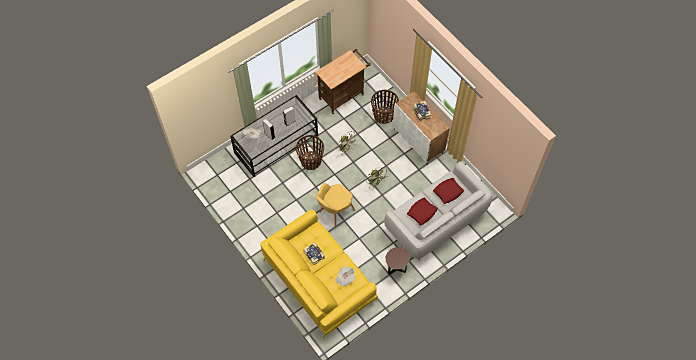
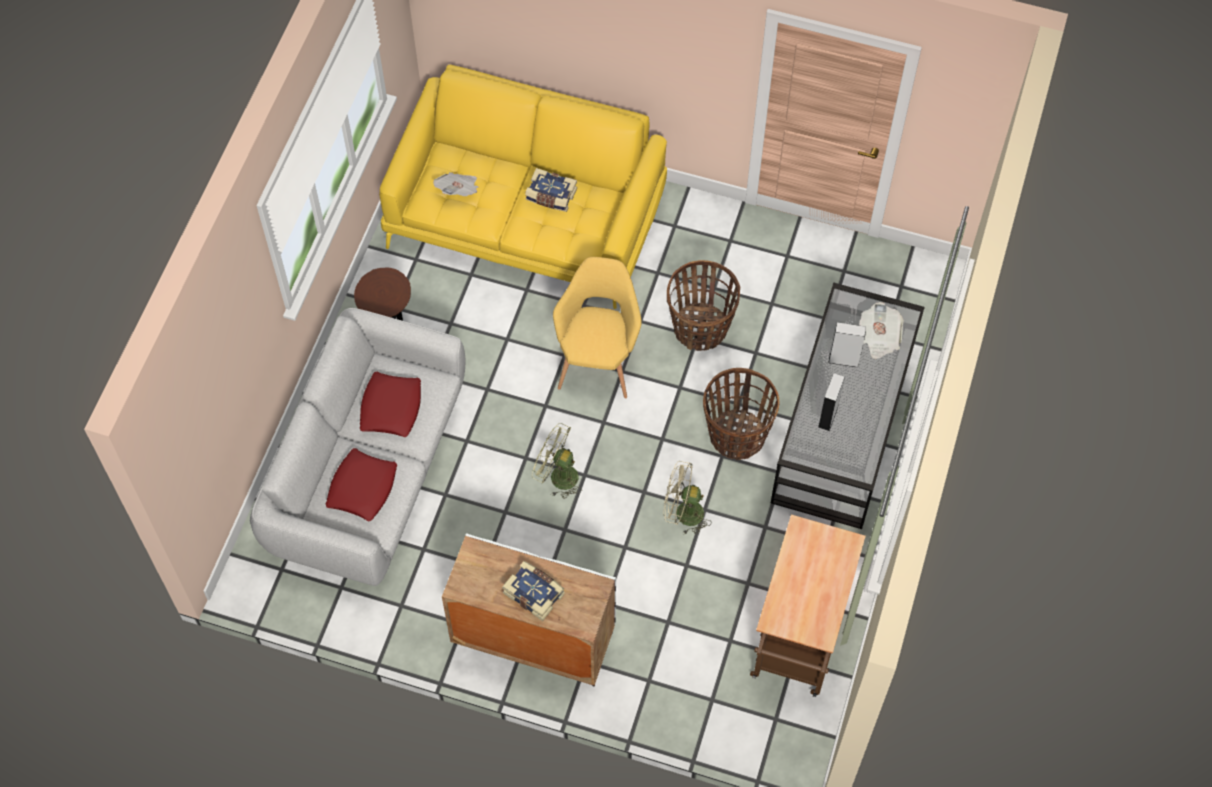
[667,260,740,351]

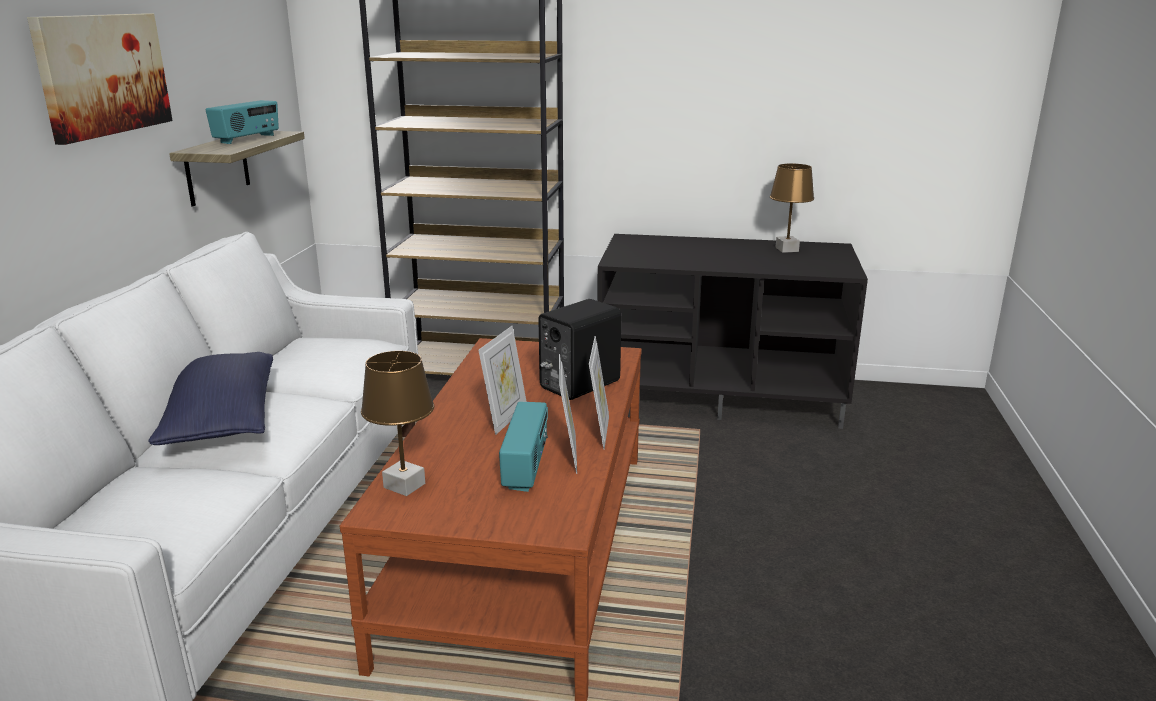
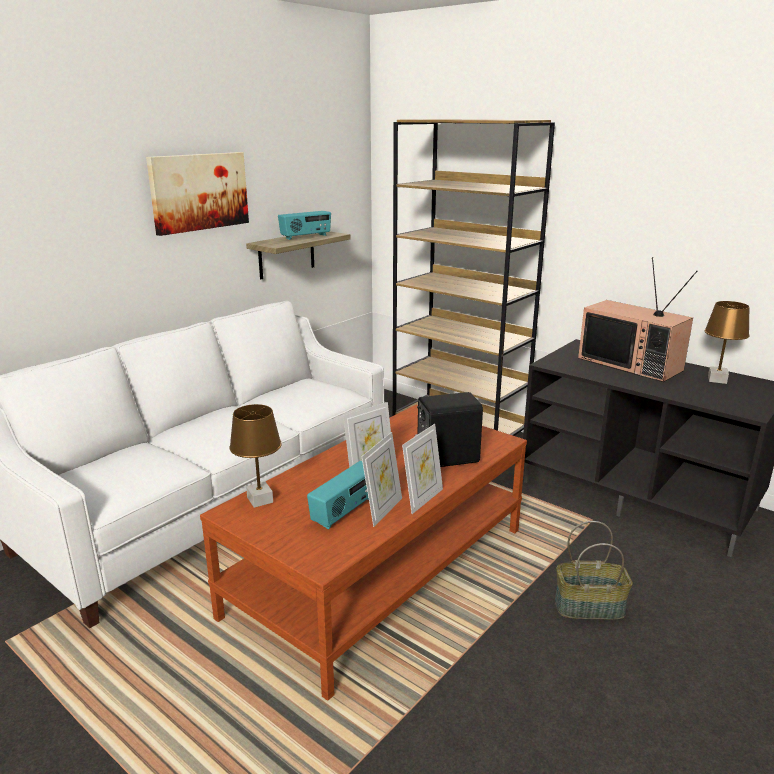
[148,352,273,445] (first image)
[555,521,633,619]
[578,257,698,382]

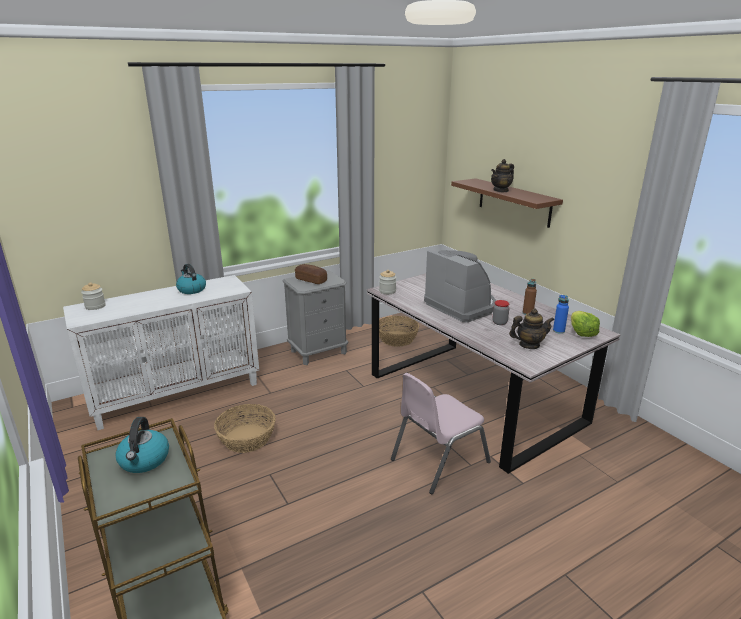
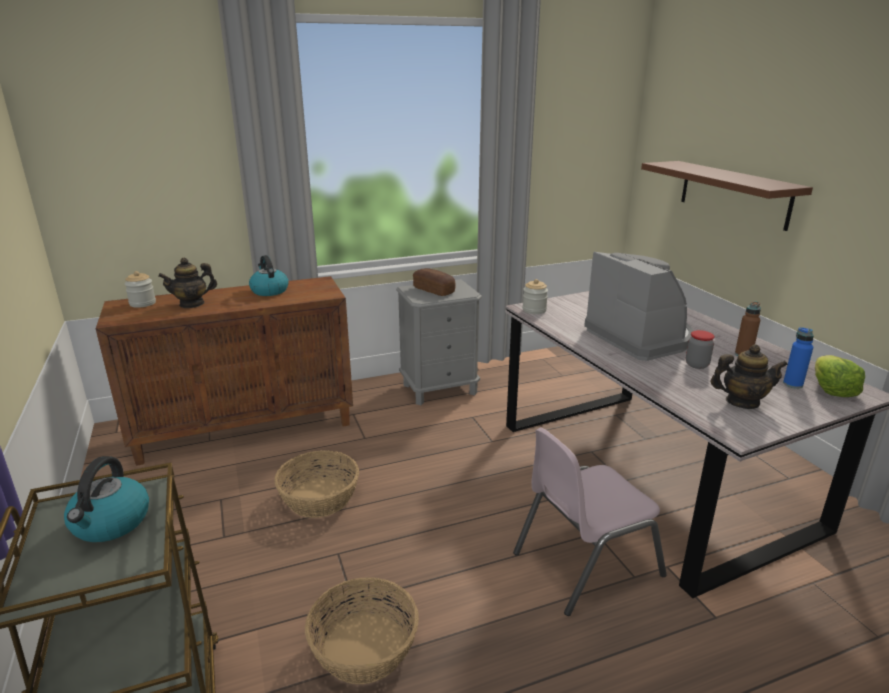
[96,276,353,466]
[305,577,419,684]
[158,257,217,308]

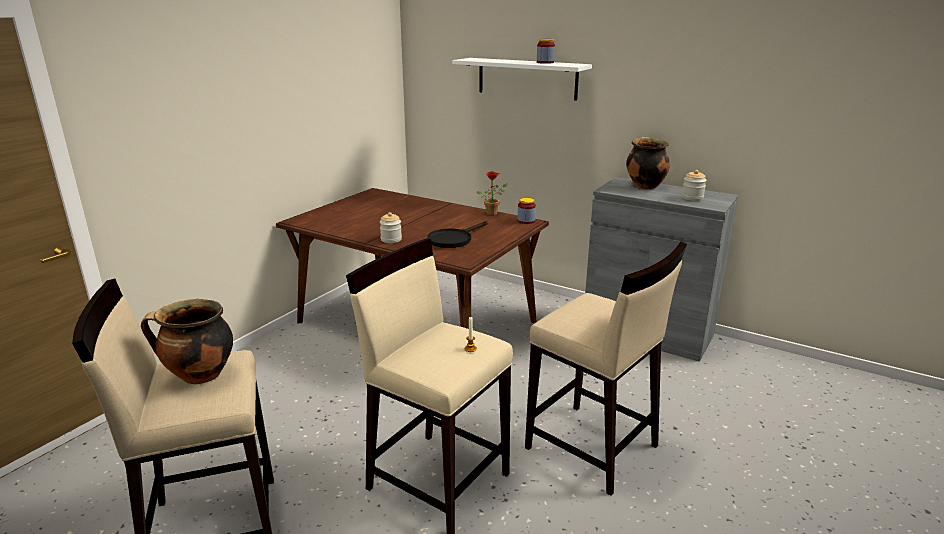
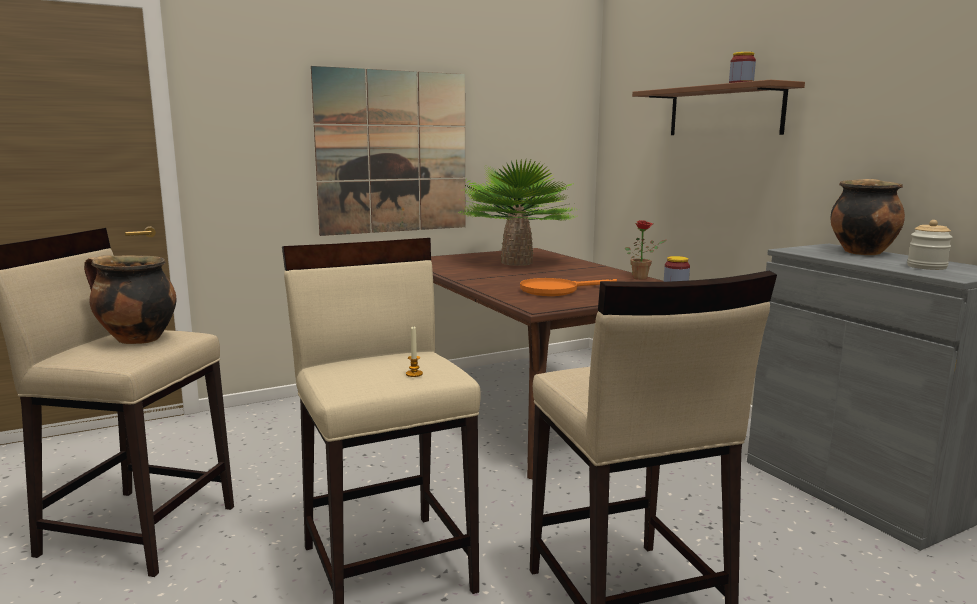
[380,212,402,243] (first image)
[520,278,617,296]
[632,80,805,135]
[311,66,465,236]
[458,160,576,266]

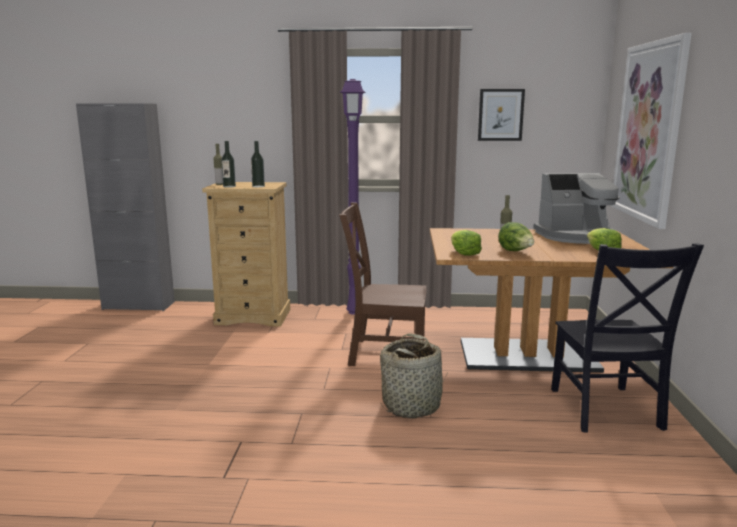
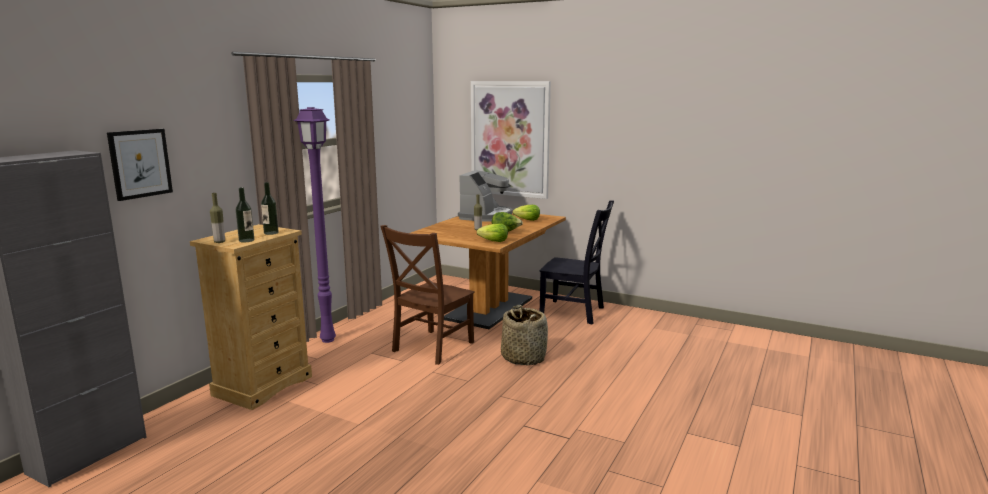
[107,129,173,201]

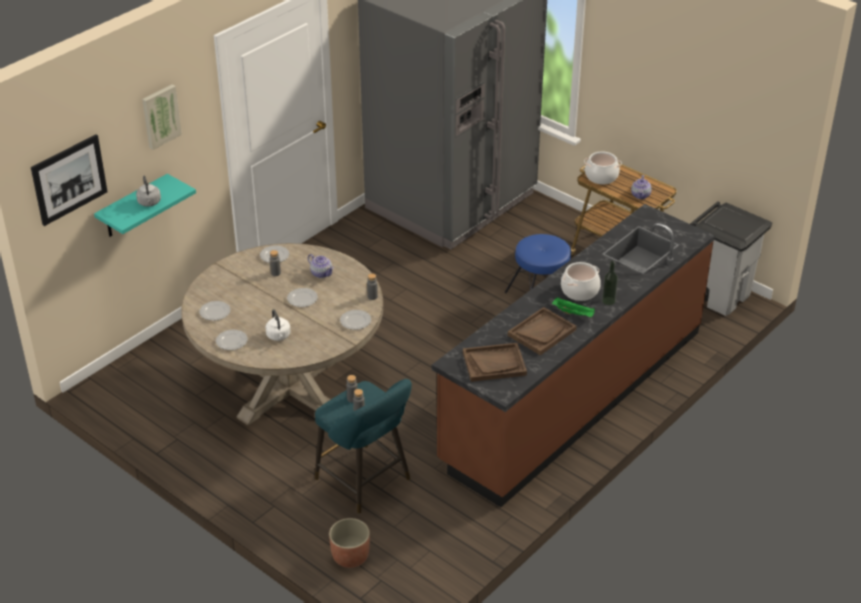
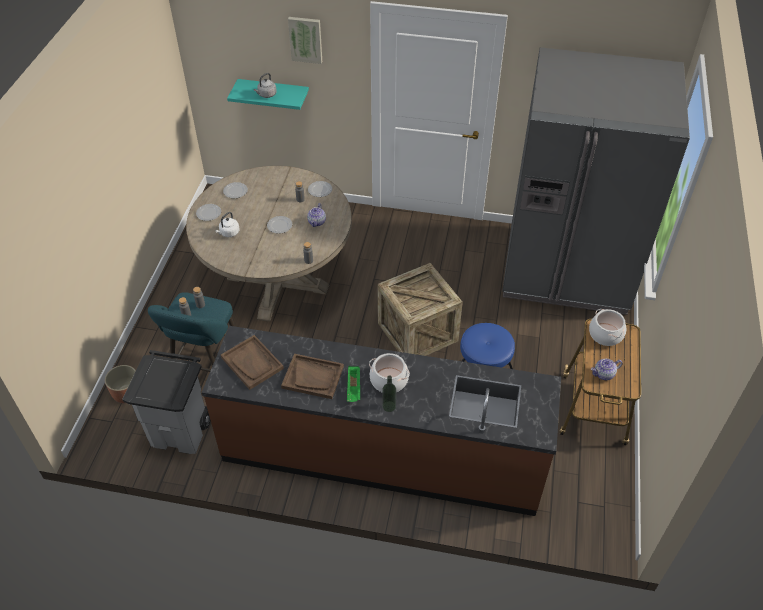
[31,134,108,226] (first image)
[340,310,371,330] (first image)
[122,350,211,454]
[378,263,463,356]

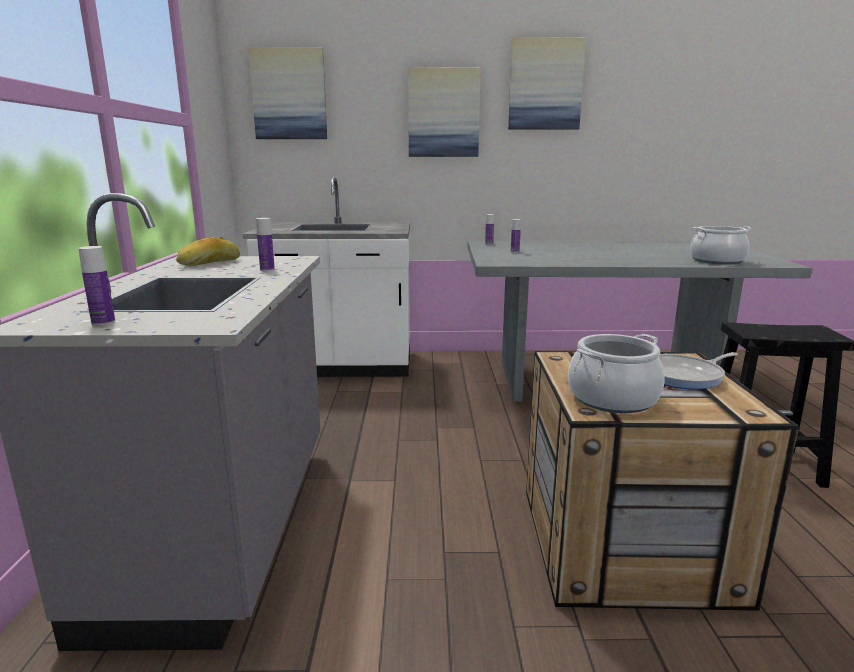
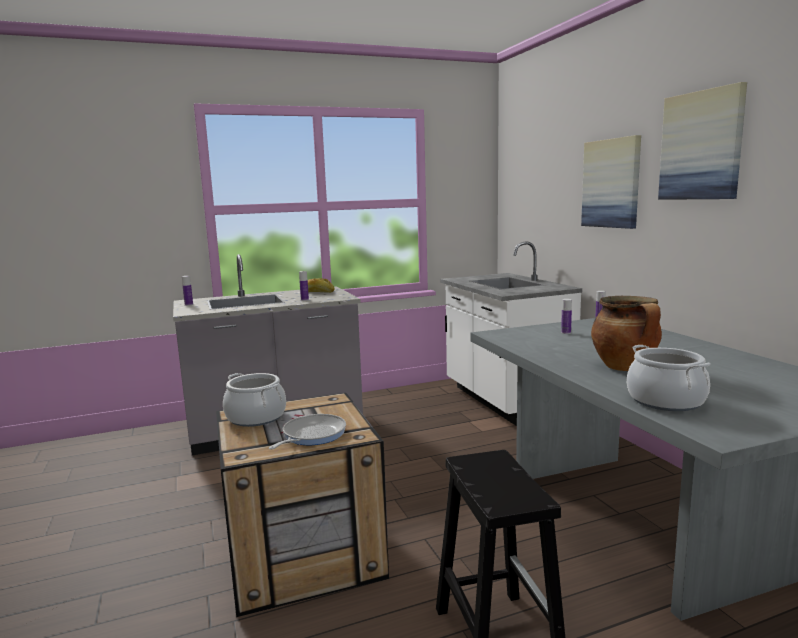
[248,47,327,139] (first image)
[269,414,346,449]
[591,296,662,371]

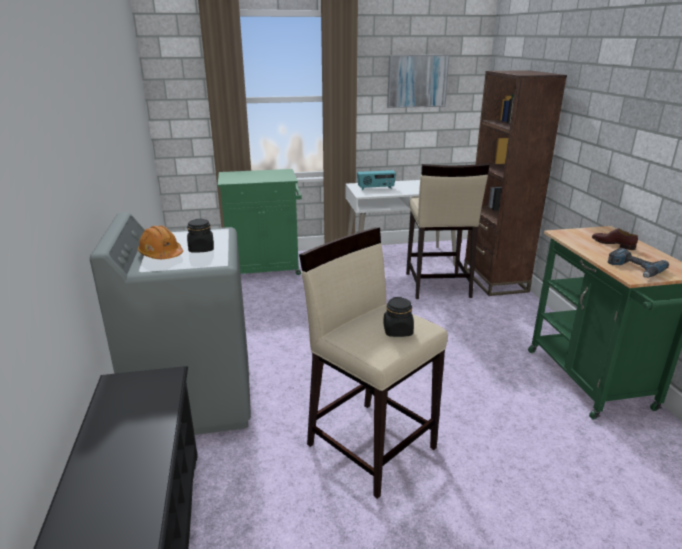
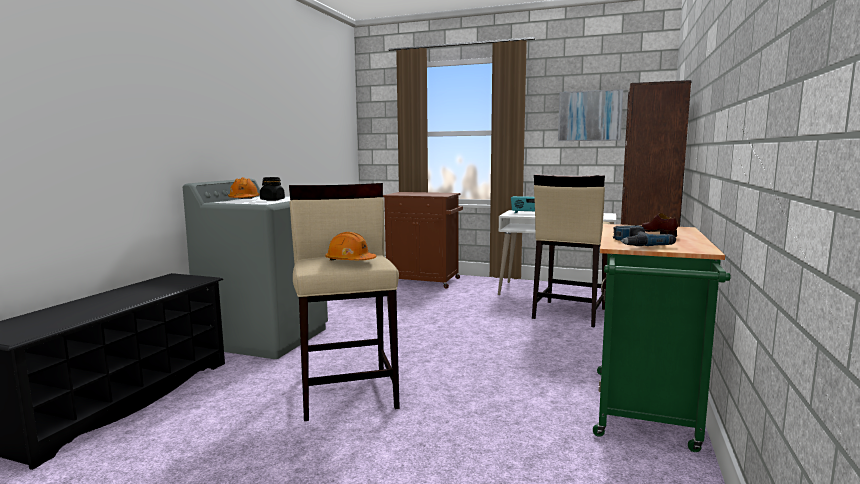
[383,192,463,289]
[325,232,377,260]

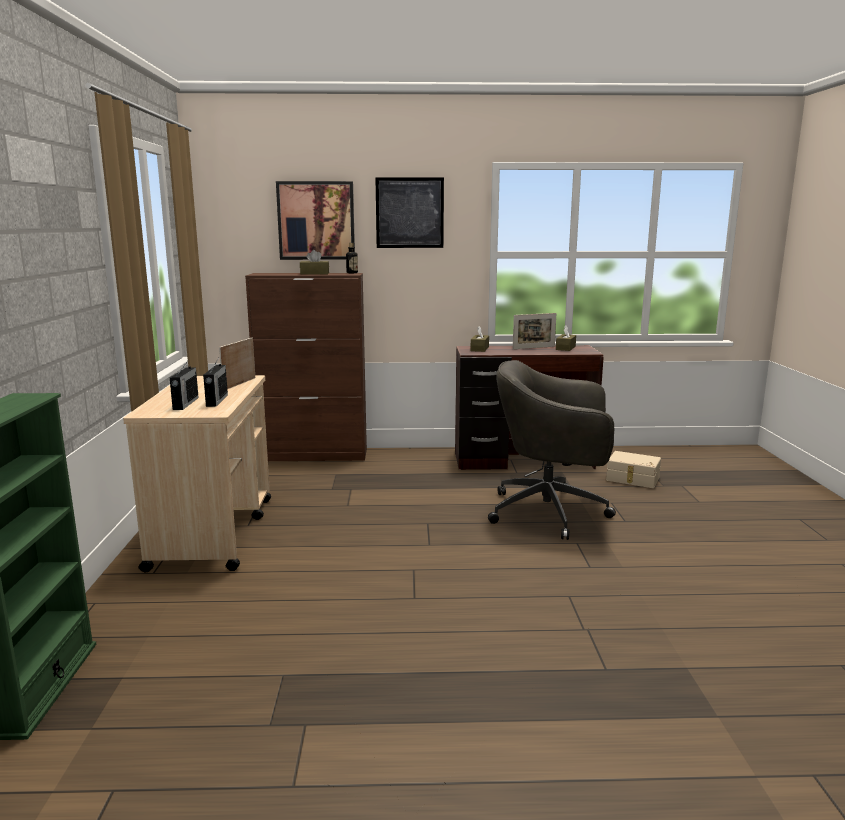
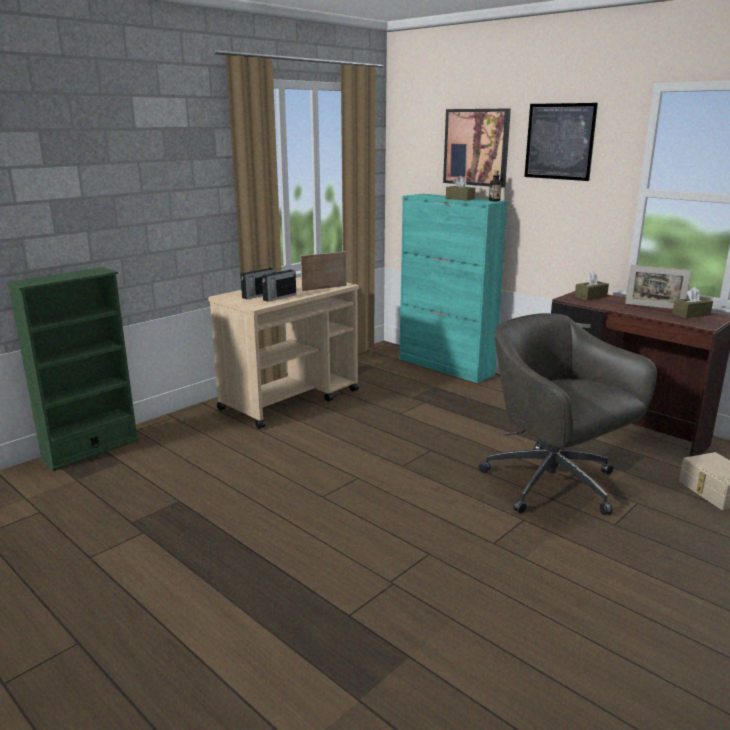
[399,194,508,383]

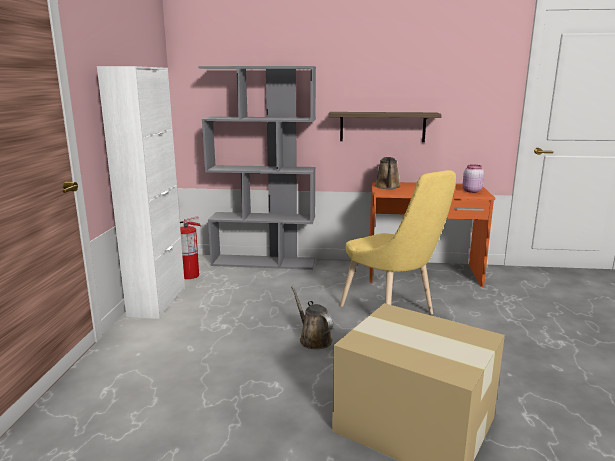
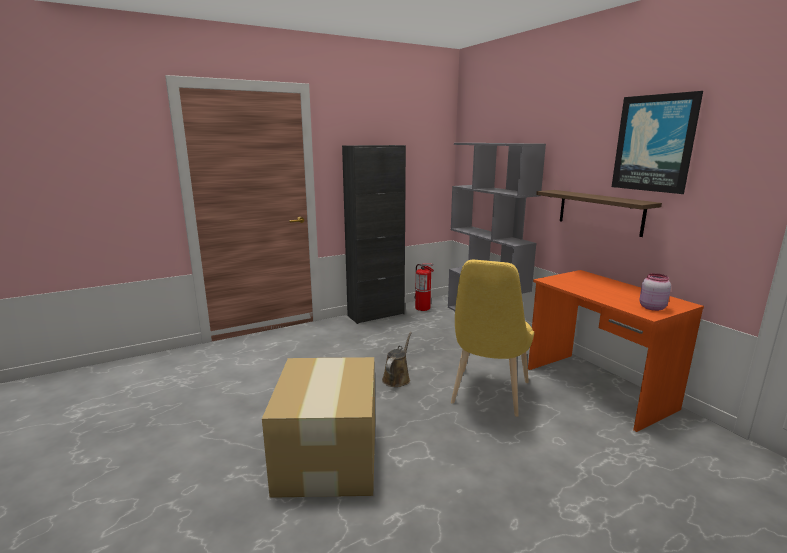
[342,145,406,324]
[375,157,401,189] (first image)
[612,91,703,194]

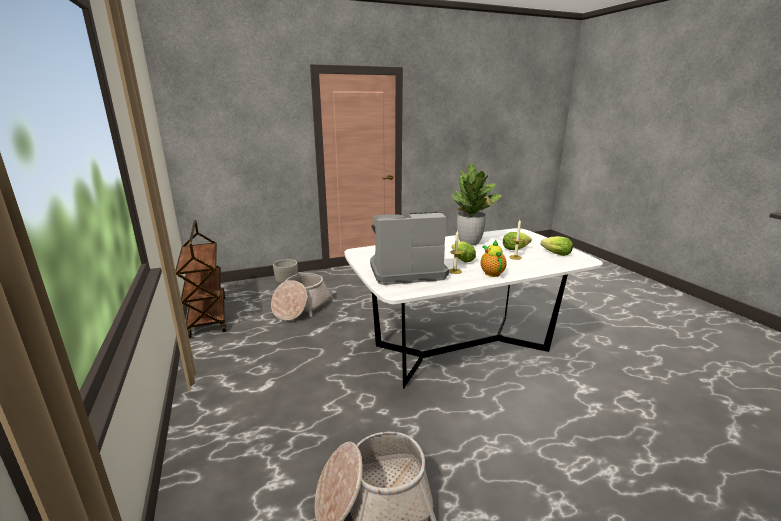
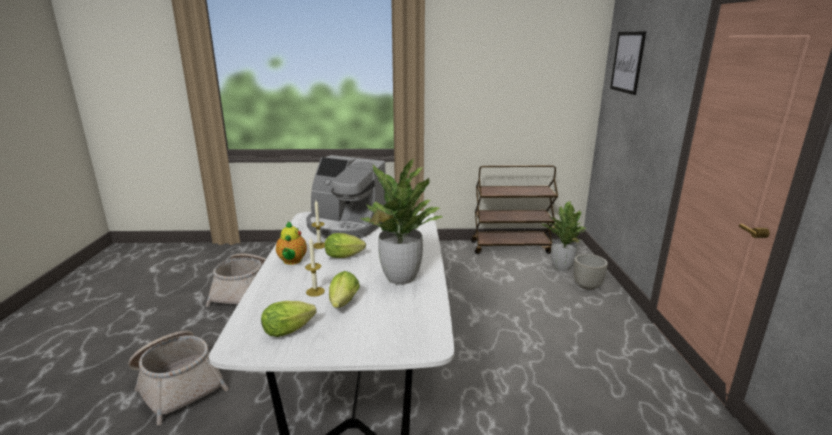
[128,331,229,425]
[306,155,386,238]
[276,221,307,265]
[542,201,586,271]
[610,31,646,95]

